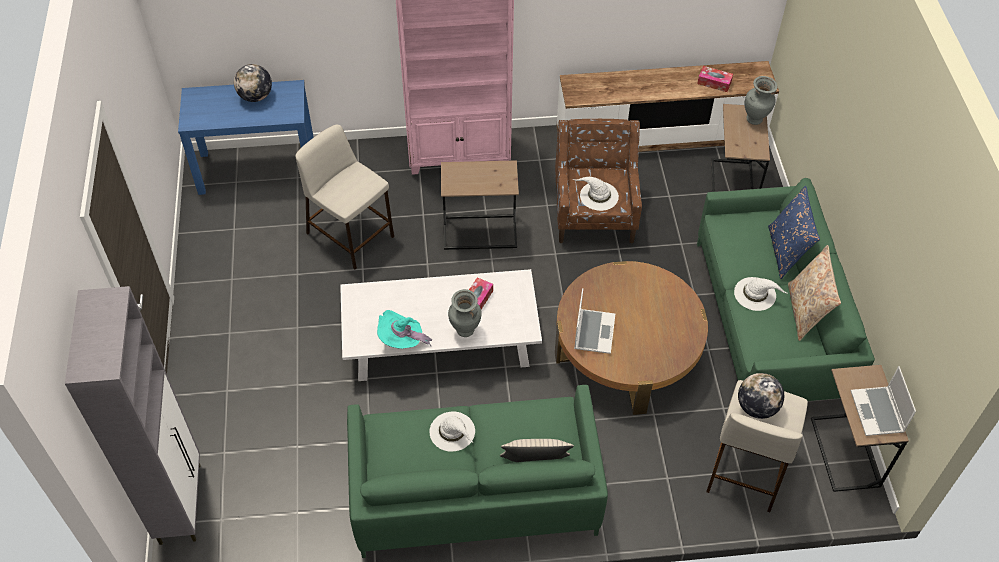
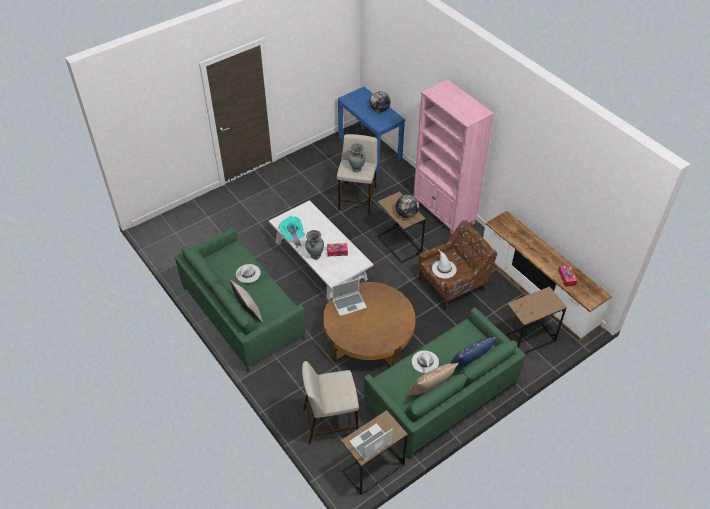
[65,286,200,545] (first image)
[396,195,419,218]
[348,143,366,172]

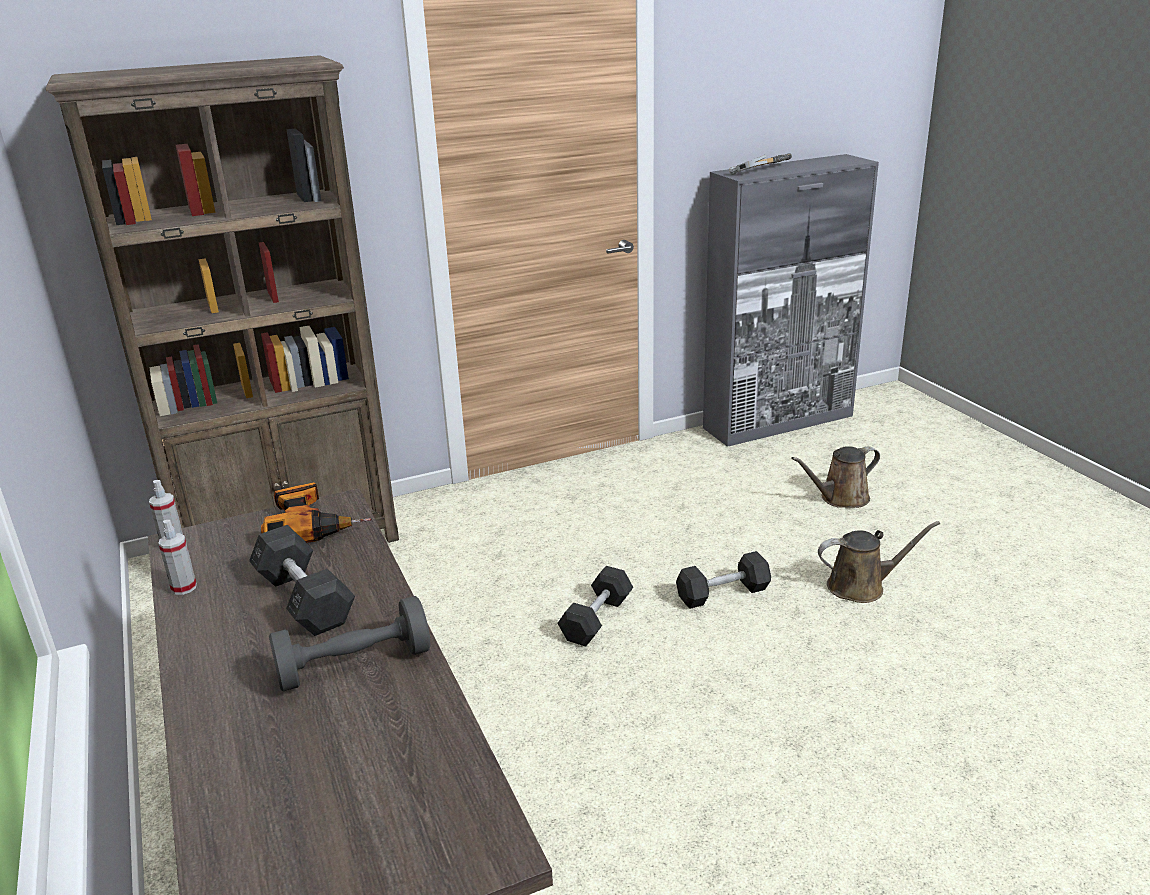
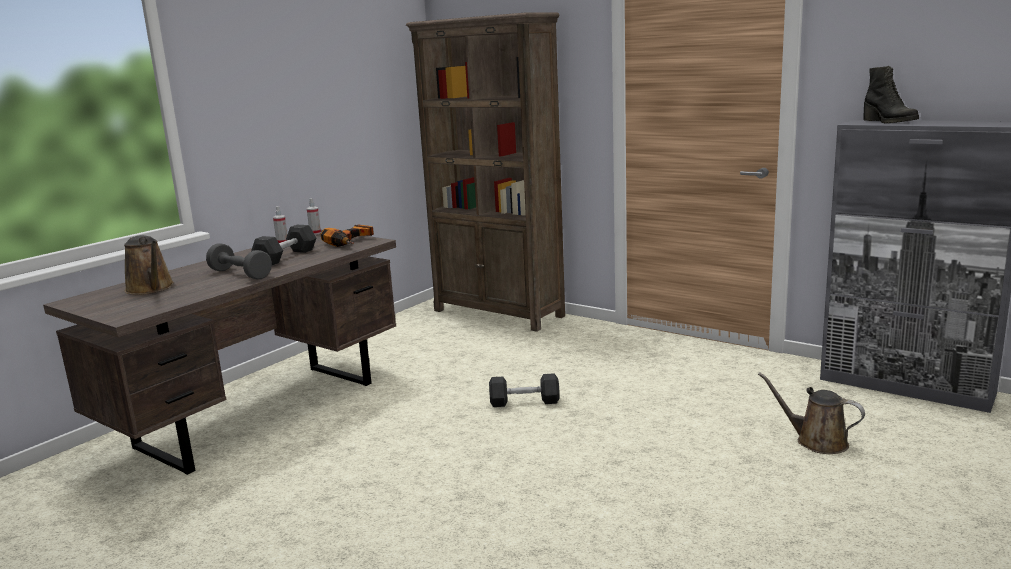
[676,551,771,609] (first image)
[864,66,919,123]
[124,235,174,295]

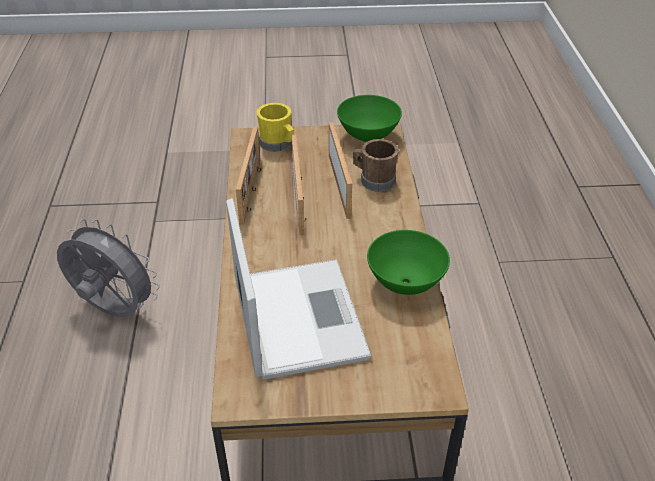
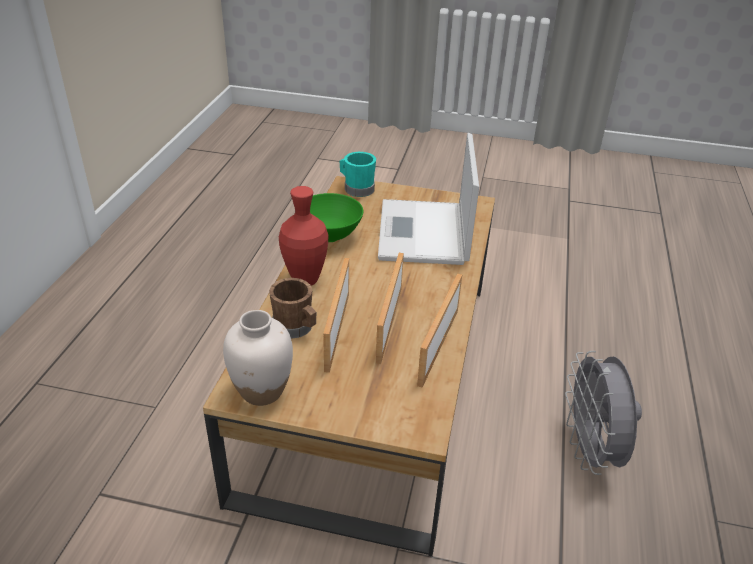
[565,351,642,475]
[257,103,294,152] (first image)
[223,310,293,406]
[279,186,328,286]
[340,152,376,197]

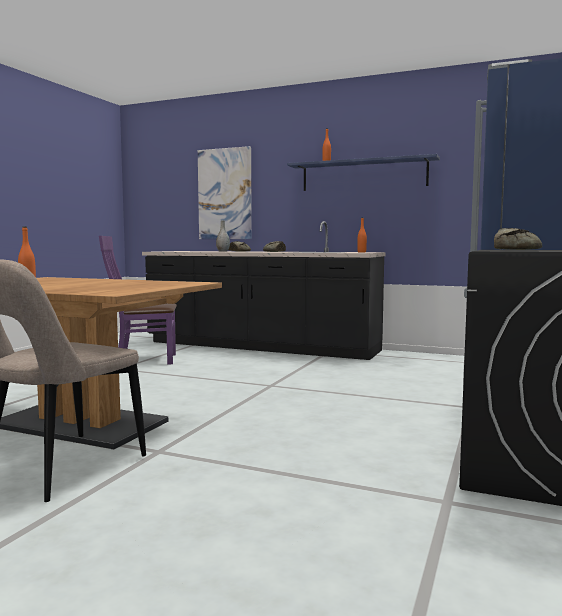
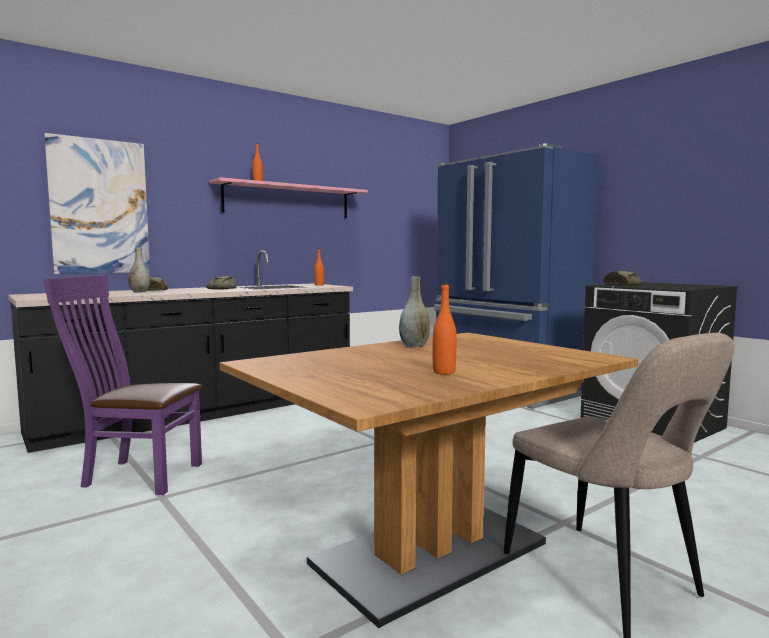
[43,275,202,495]
[209,177,368,218]
[399,277,430,347]

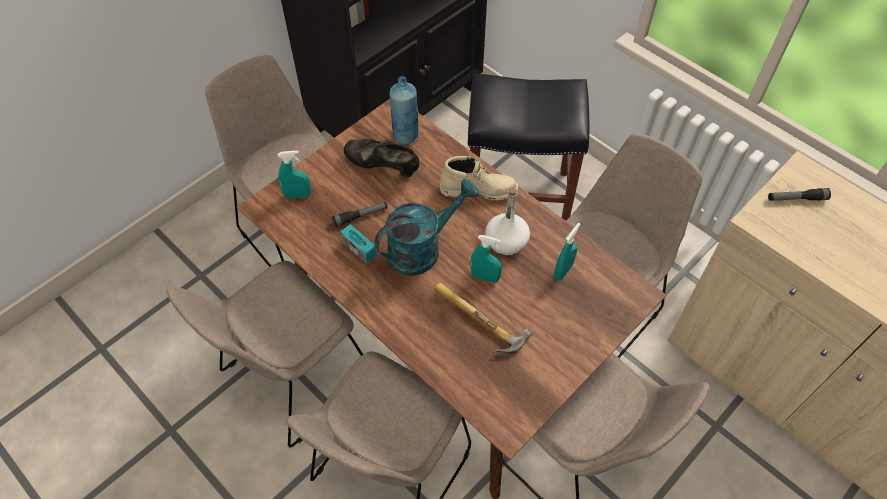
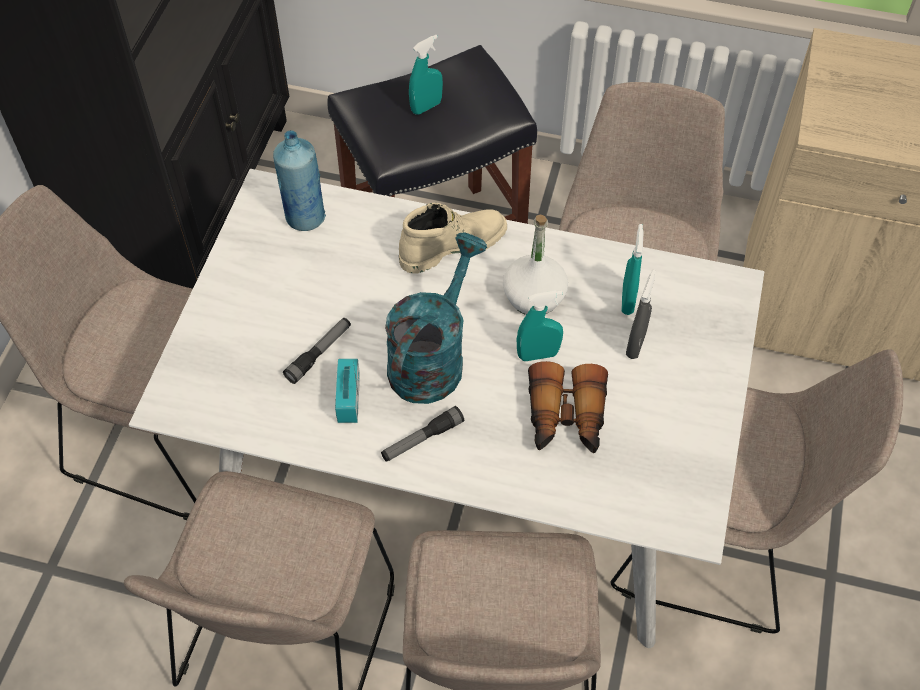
[129,169,764,648]
[409,35,443,114]
[335,359,360,423]
[344,139,419,177] (first image)
[528,361,608,453]
[381,406,464,462]
[626,270,656,359]

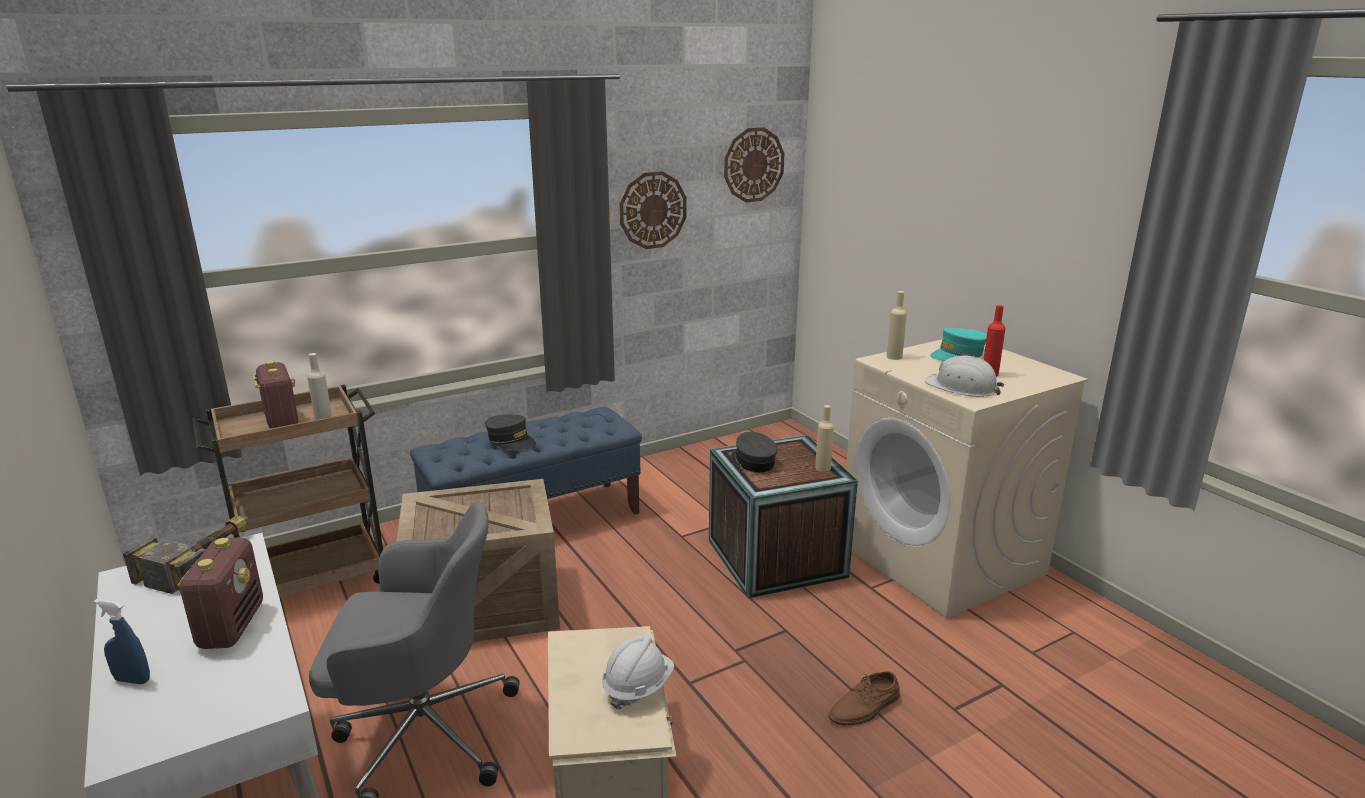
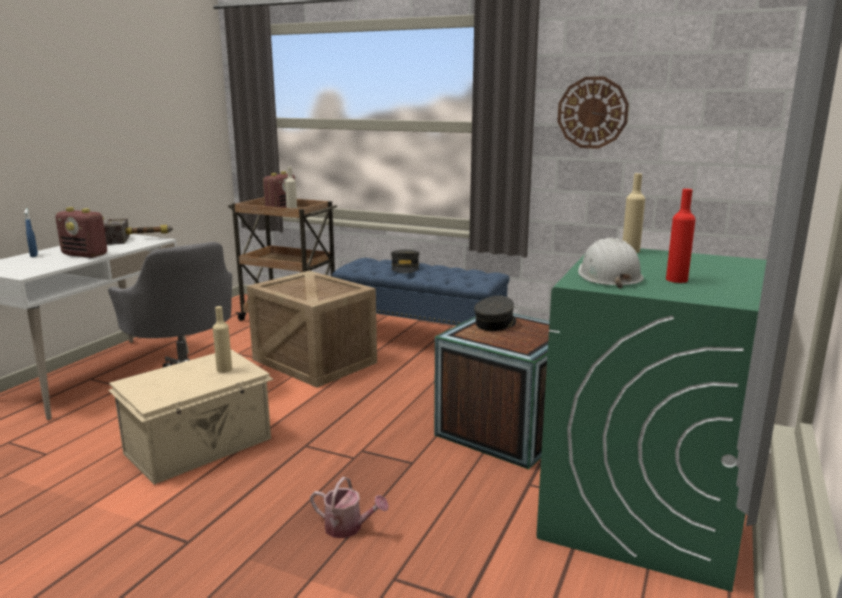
[56,207,107,258]
[602,635,674,710] (first image)
[724,127,784,202] (first image)
[213,306,232,373]
[310,477,389,538]
[536,248,767,592]
[930,328,987,361] (first image)

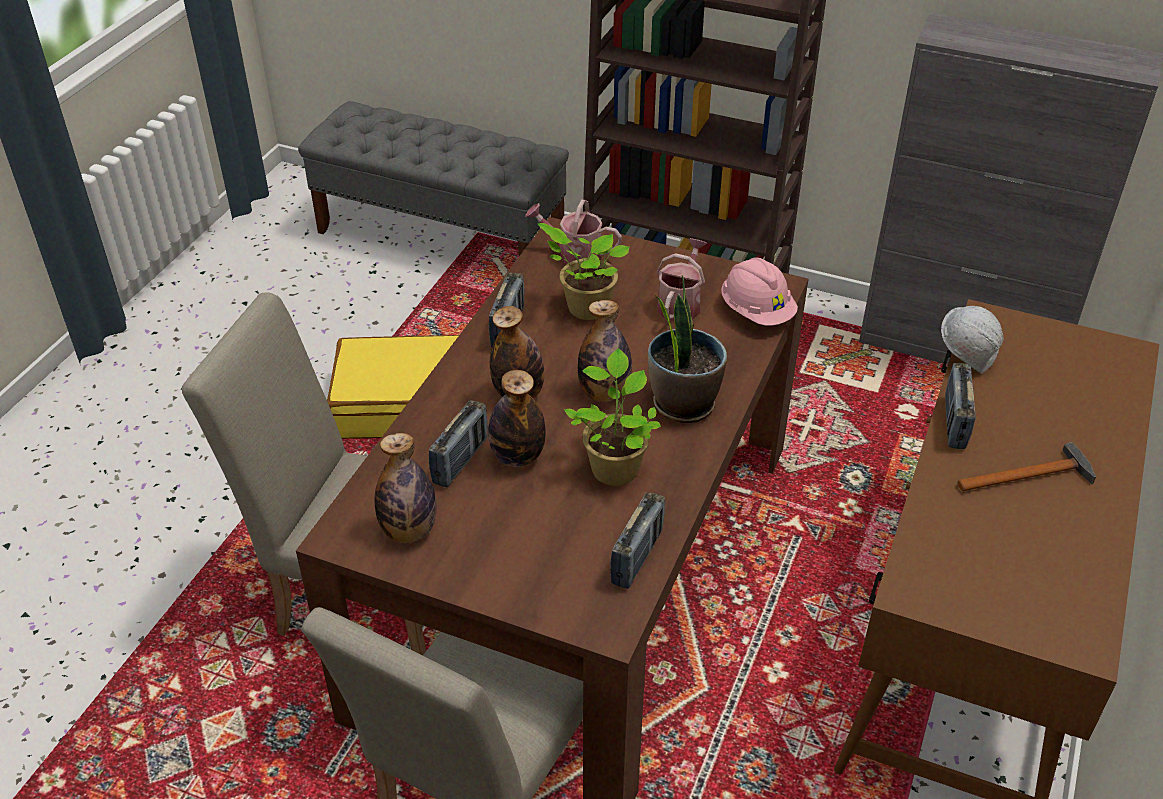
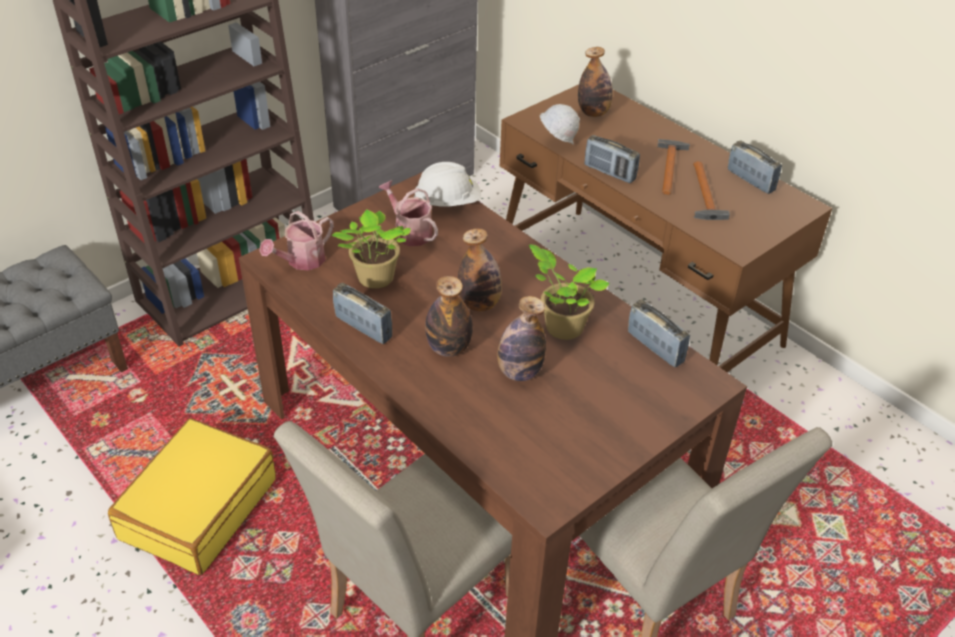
[578,47,613,117]
[728,141,782,194]
[648,275,727,423] (first image)
[414,162,481,207]
[693,161,730,220]

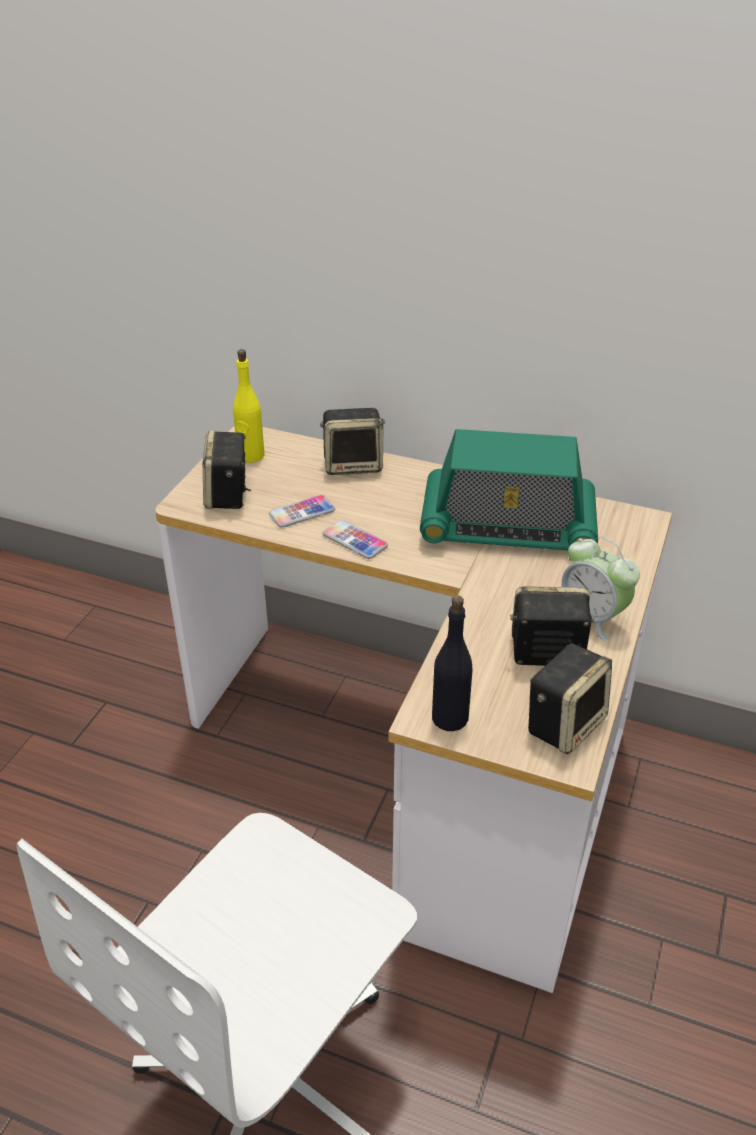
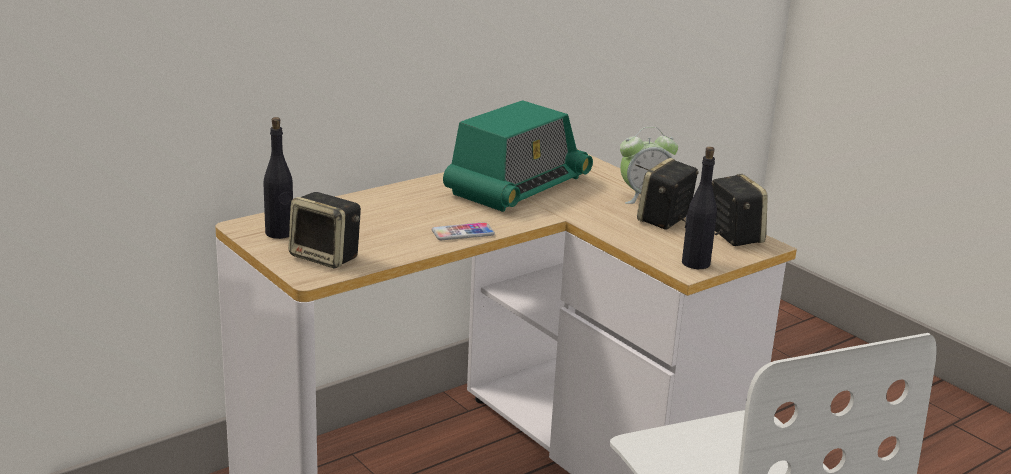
[263,117,293,239]
[269,495,335,528] (first image)
[320,408,385,475] (first image)

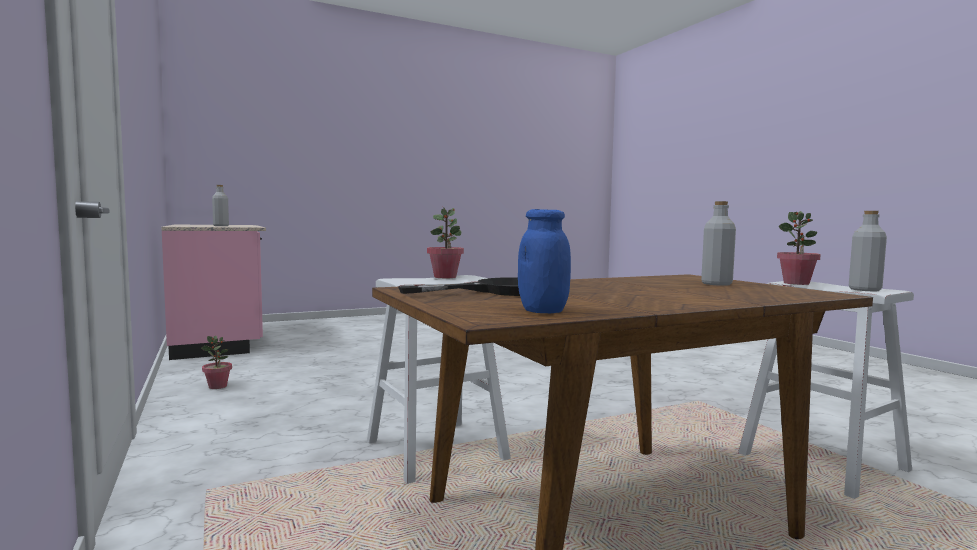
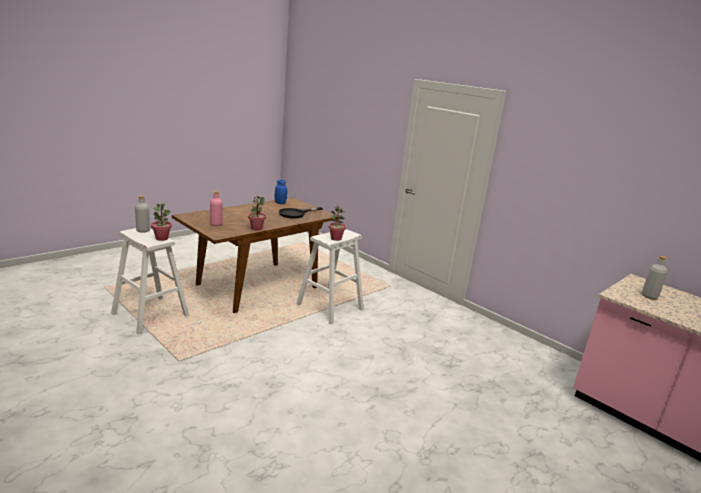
[248,196,266,230]
[210,191,223,226]

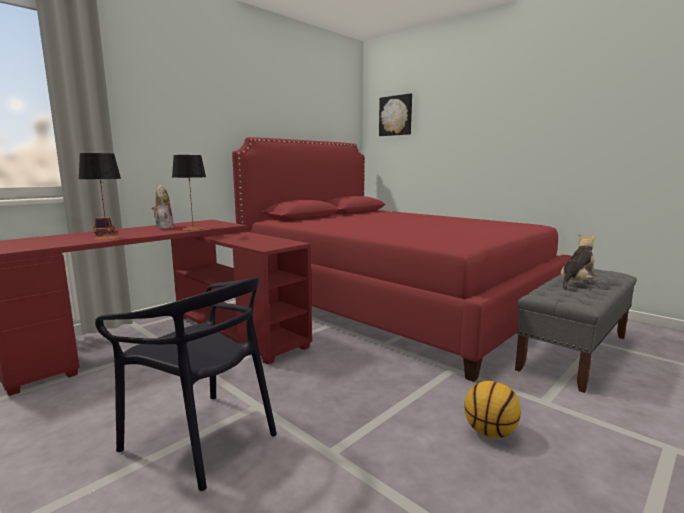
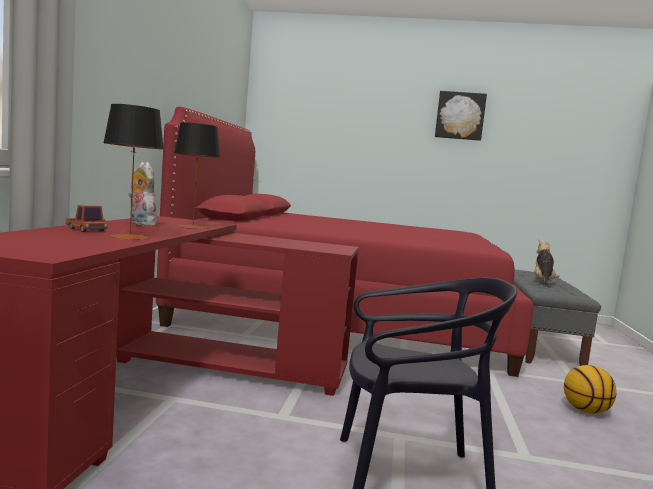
[435,91,487,141]

